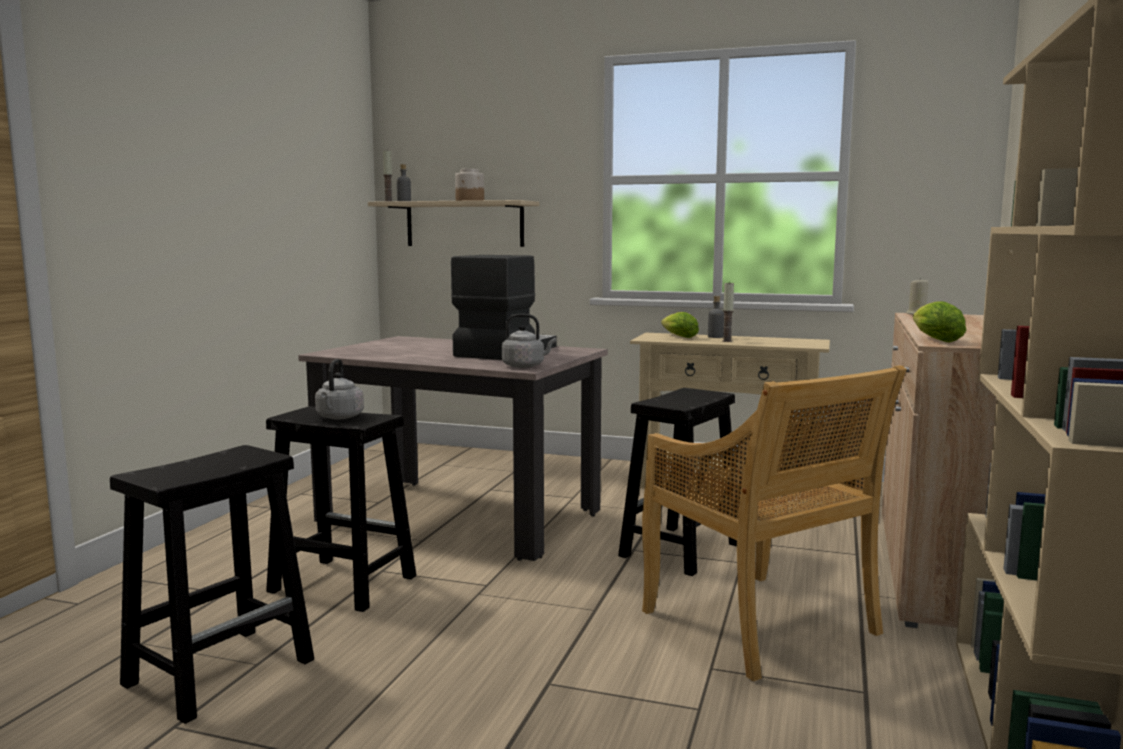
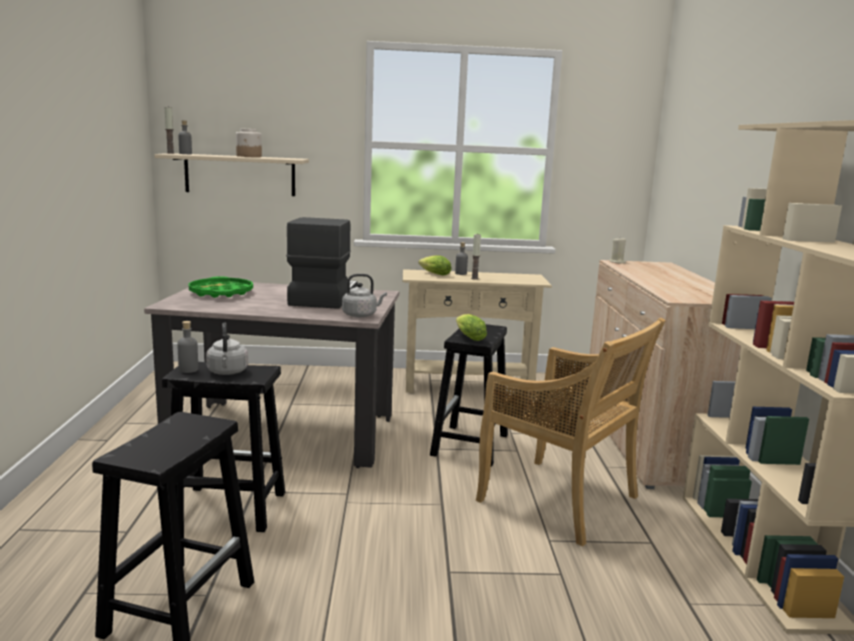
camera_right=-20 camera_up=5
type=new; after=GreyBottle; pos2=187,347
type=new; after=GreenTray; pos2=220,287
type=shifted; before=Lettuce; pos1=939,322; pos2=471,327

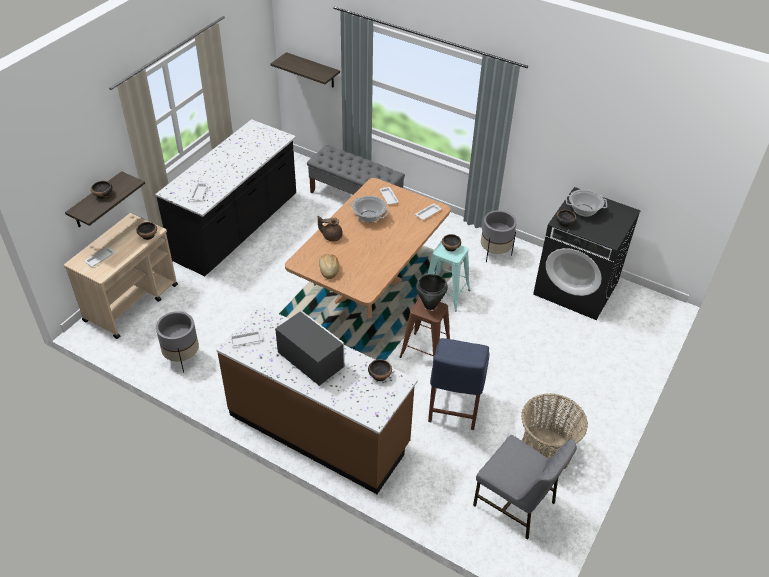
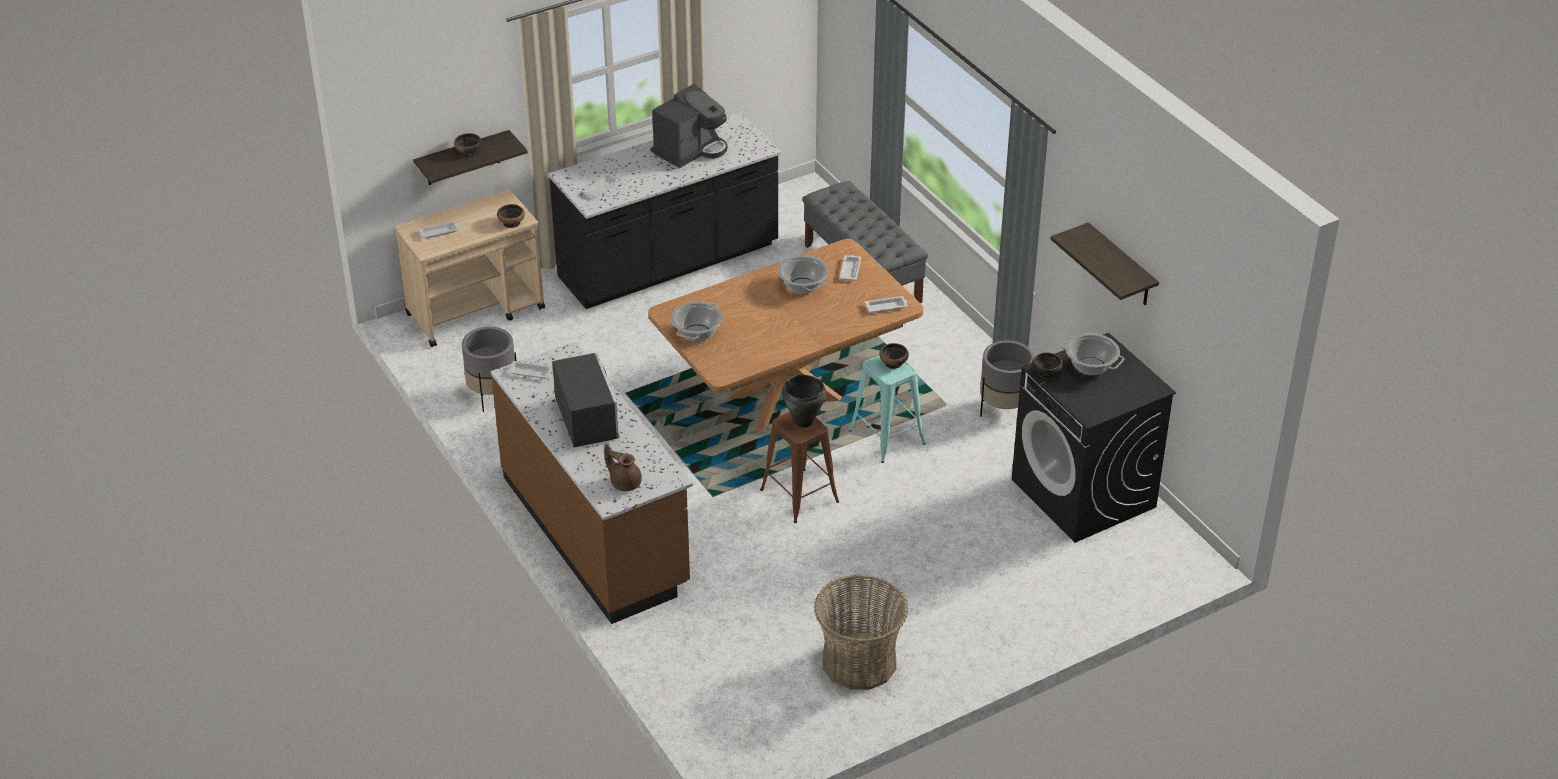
camera_right=30 camera_up=-5
type=gone; before=Bowl; pos1=380,370
type=gone; before=BlueChair; pos1=458,384
type=gone; before=GreyChair; pos1=525,487
type=new; after=CoffeeMachine; pos2=689,126
type=shifted; before=Shelf; pos1=305,70; pos2=1104,263
type=shifted; before=BrownTeapot; pos1=330,228; pos2=623,467
type=swapped; before=Bread; after=CookingPot; pos1=329,266; pos2=697,321

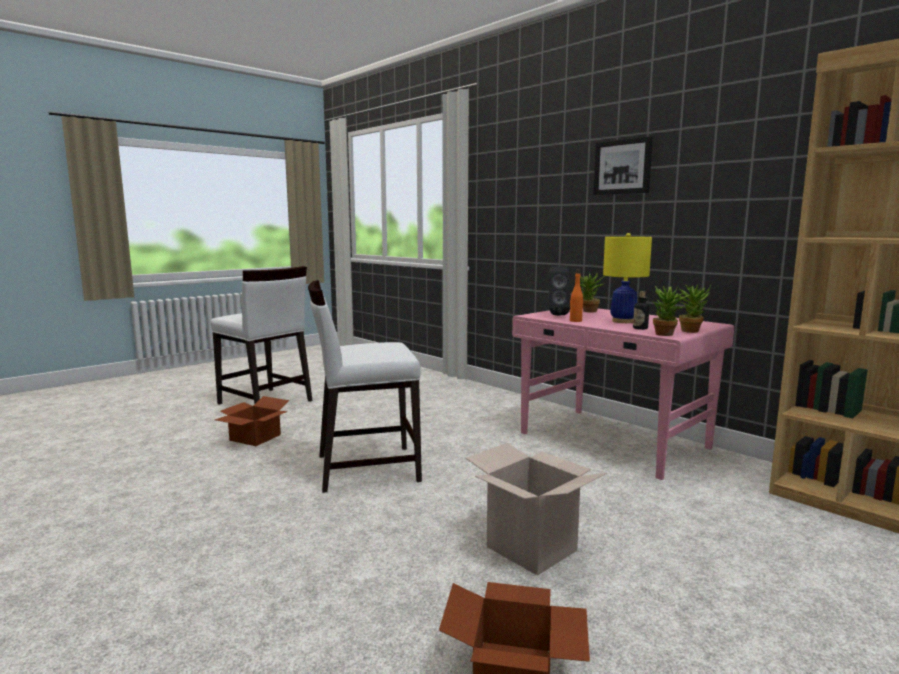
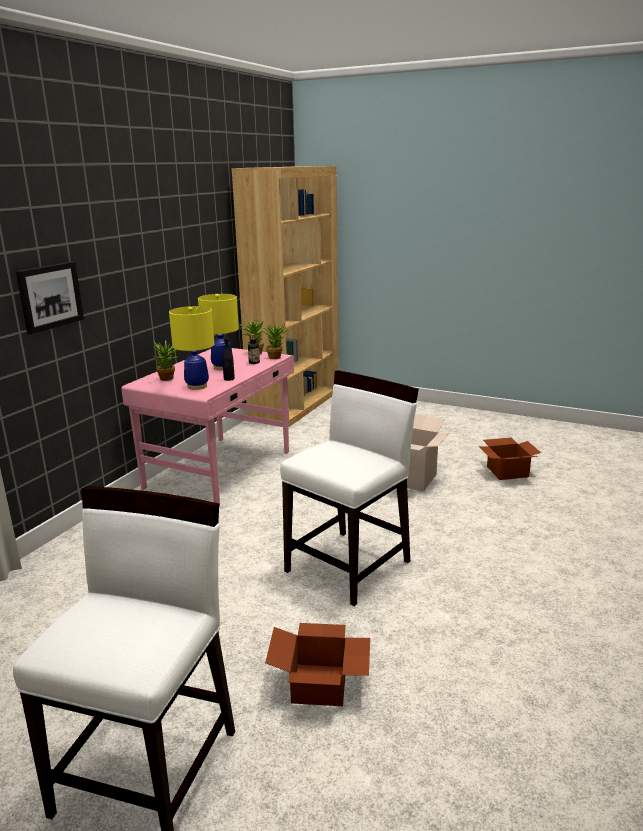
camera_right=-110 camera_up=10
type=shifted; before=Picture; pos1=623,165; pos2=50,297
type=swapped; before=BlackSpeaker; after=YellowTableLamp; pos1=559,291; pos2=191,348
type=repainted; before=OrangeBottle; after=BlackBottle; pos1=576,295; pos2=228,357
type=rotated; before=WhiteChair; pos1=365,386; pos2=349,488; turn=-105

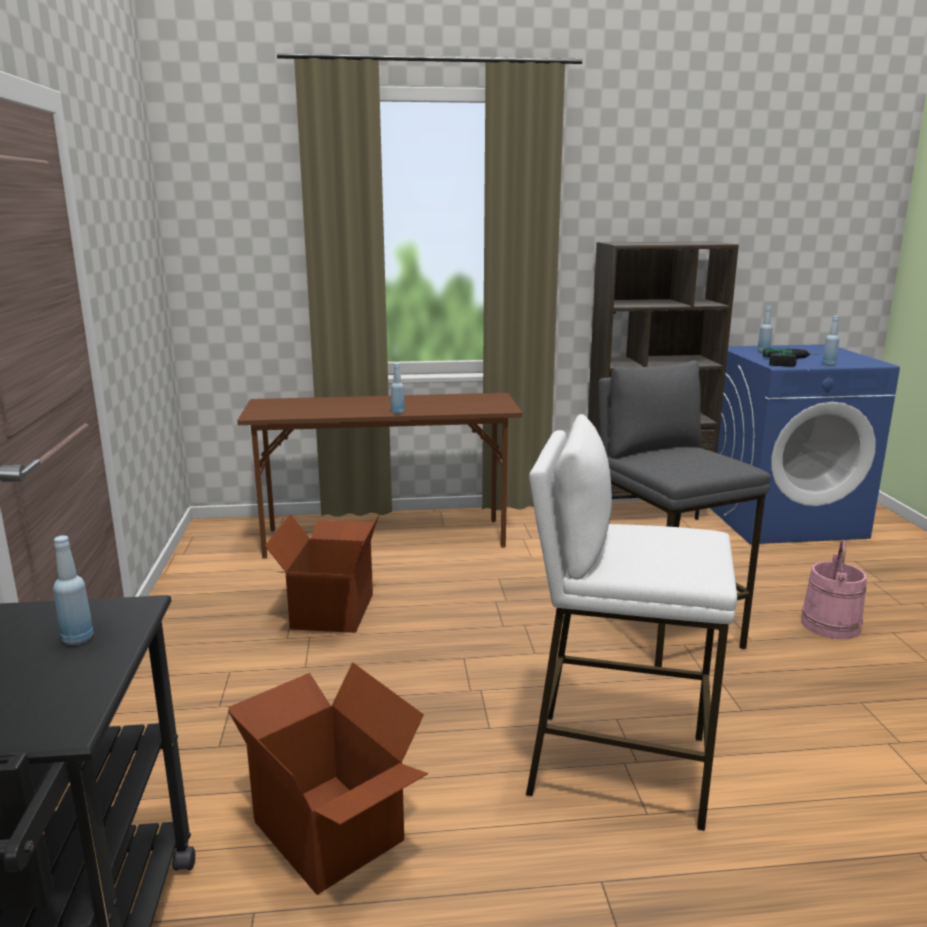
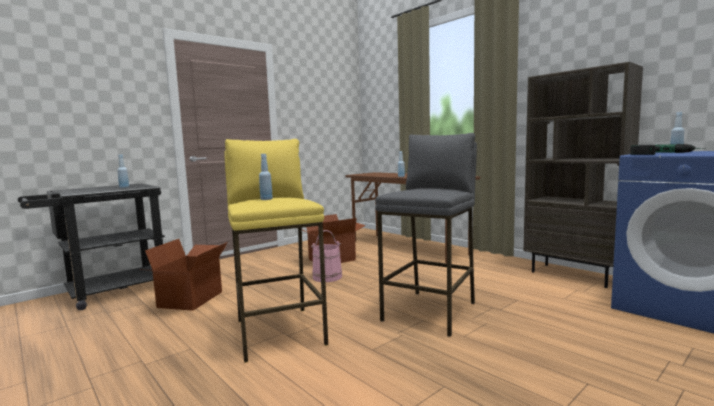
camera_right=55 camera_up=-10
type=shifted; before=PinkBucket; pos1=834,589; pos2=326,256
type=shifted; before=BlueBottle; pos1=830,341; pos2=266,177
type=repainted; before=WhiteStool; after=YellowStool; pos1=631,622; pos2=276,251

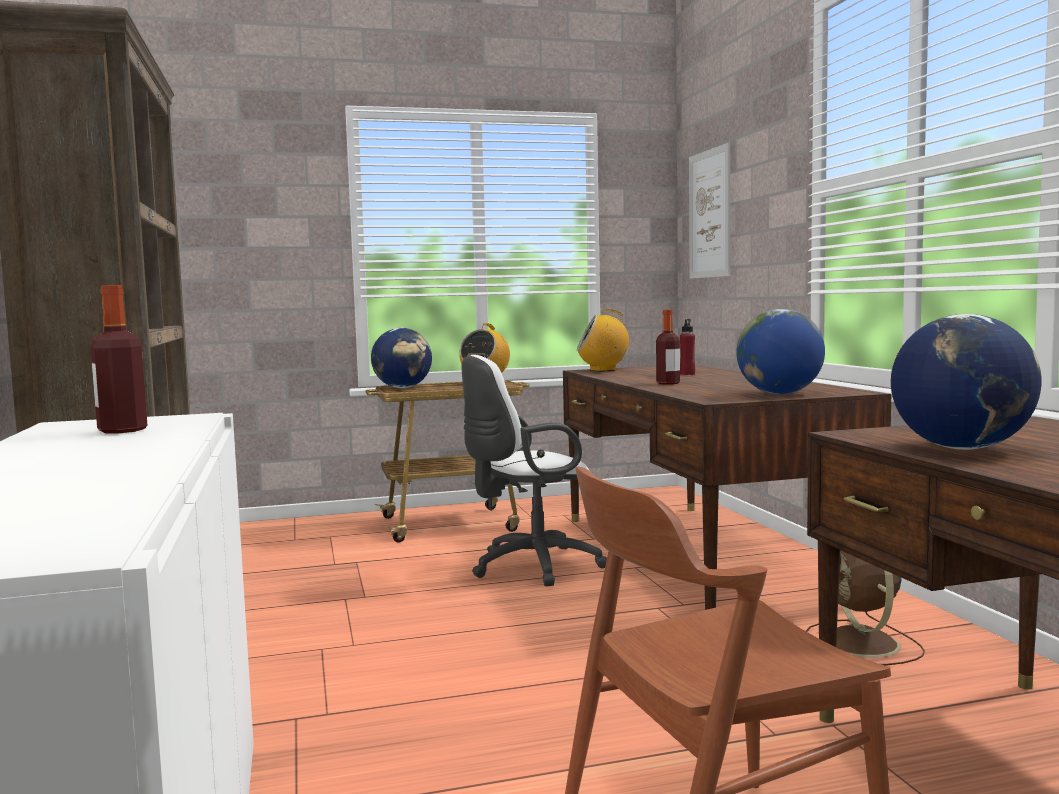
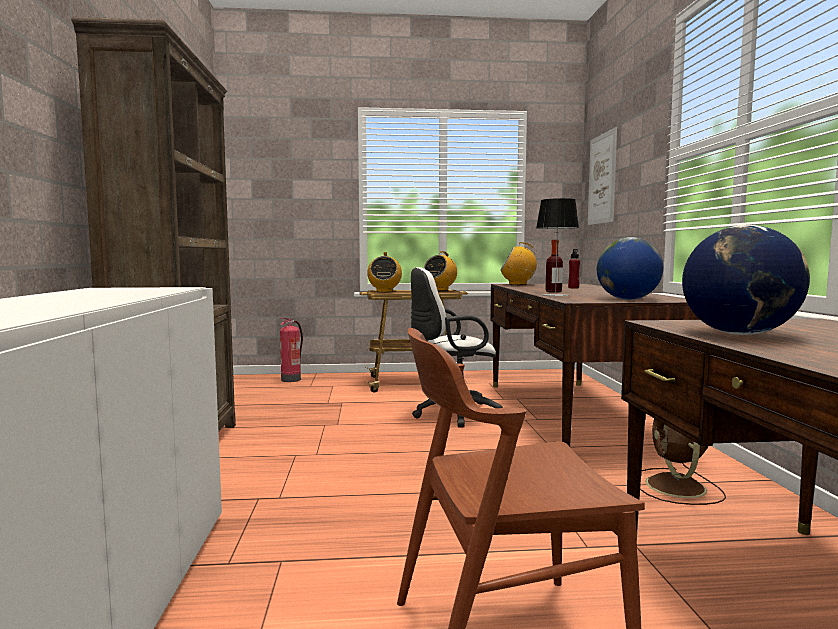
camera_right=10 camera_up=0
type=gone; before=Bottle; pos1=119,359
type=new; after=FireExtinguisher; pos2=291,350
type=new; after=TableLamp; pos2=557,247
type=swapped; before=Globe; after=Radio; pos1=401,358; pos2=384,272

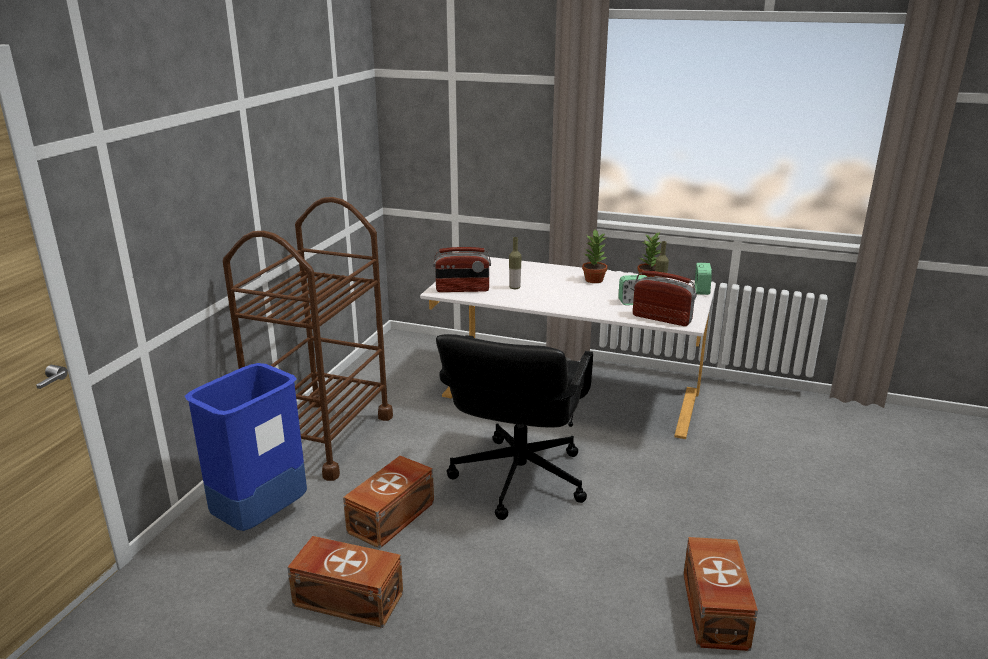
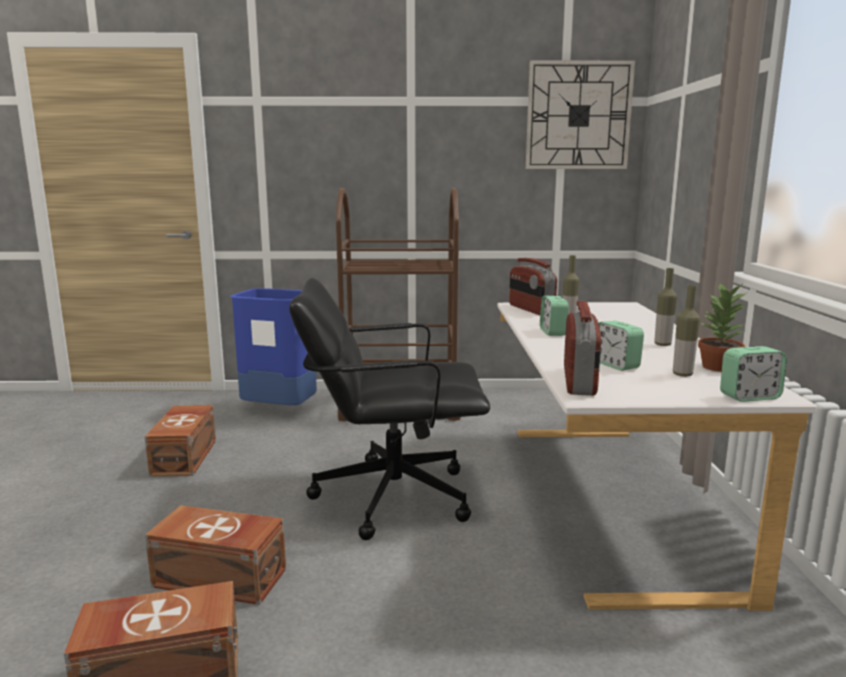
camera_right=70 camera_up=-10
type=new; after=WallClock; pos2=580,114
type=new; after=AlarmClock; pos2=554,316
type=shifted; before=BrownStorageBox; pos1=388,502; pos2=215,555
type=swapped; before=PottedPlant; after=Bottle; pos1=594,256; pos2=665,307

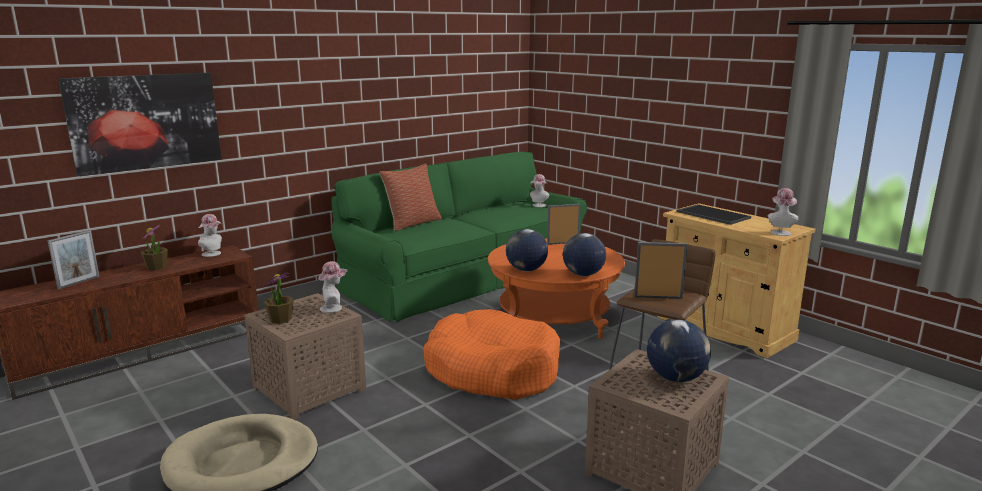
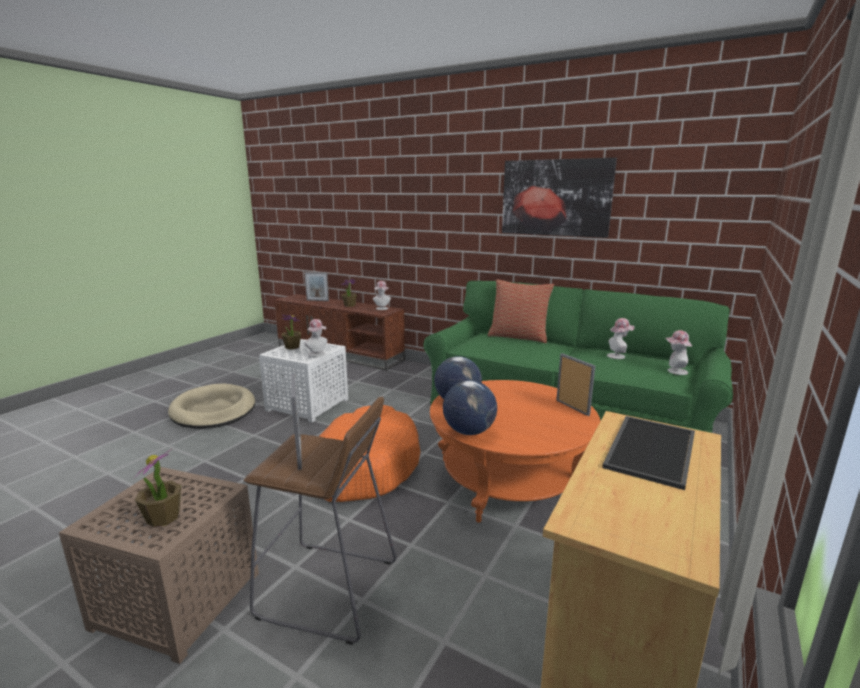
camera_right=70 camera_up=0
type=shifted; before=Picture; pos1=140,124; pos2=559,198
type=shifted; before=Hat; pos1=783,212; pos2=621,338
type=swapped; before=Globe; after=PottedPlant; pos1=679,350; pos2=157,488
type=repainted; before=BrownSideTable; after=WhiteSideTable; pos1=305,356; pos2=303,380

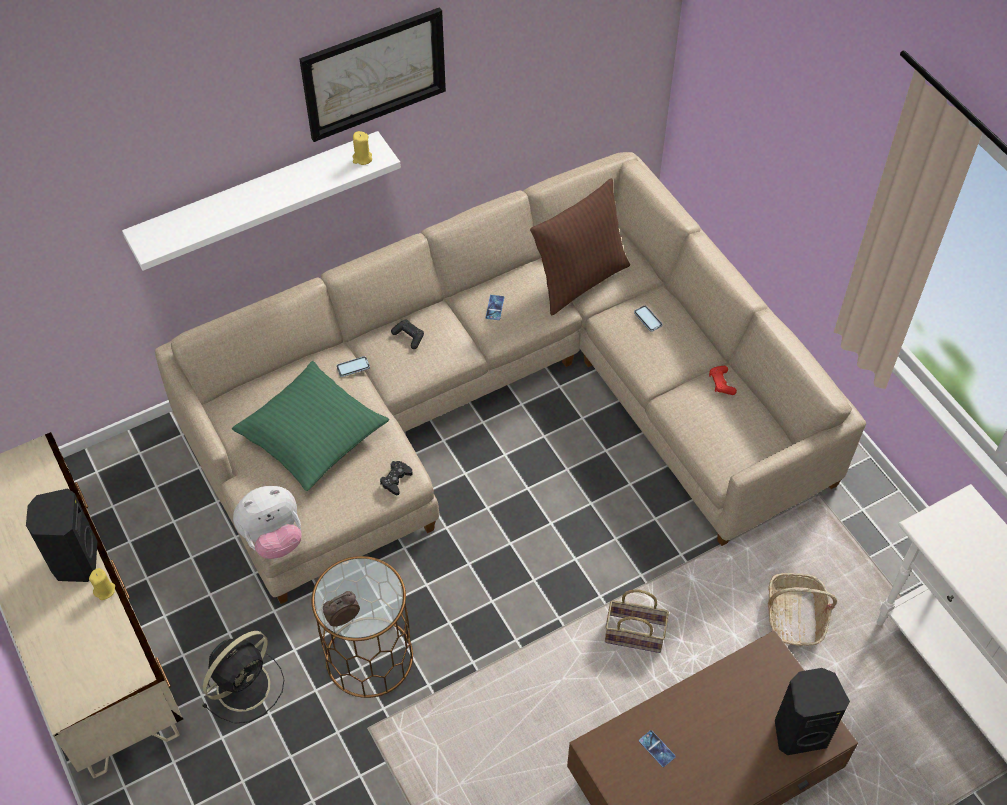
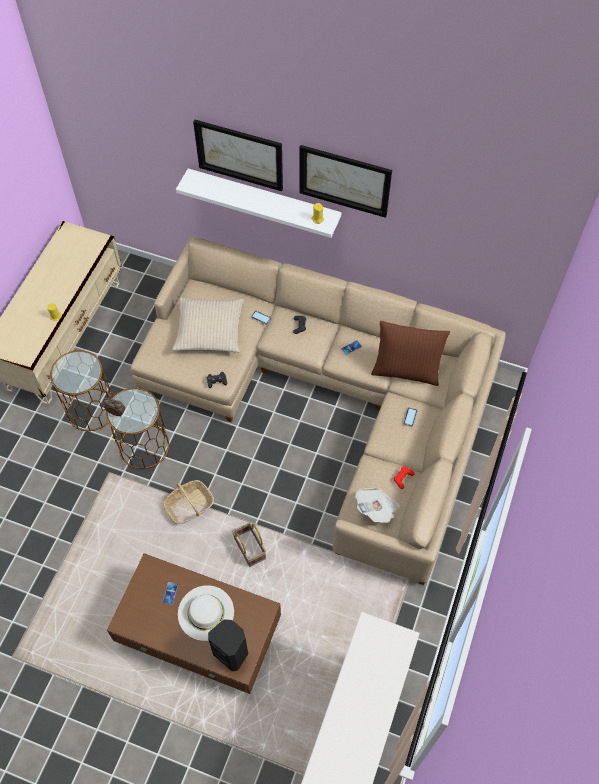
camera_right=50 camera_up=5
type=gone; before=BlackSpeaker; pos1=61,535
type=gone; before=PlushToy; pos1=267,522
type=new; after=WhiteHat; pos2=206,613
type=new; after=Picture; pos2=238,155
type=new; after=Newspaper; pos2=377,505
type=shifted; before=Basket; pos1=802,609; pos2=189,502
type=swapped; before=BlackFan; after=BrownSideTable; pos1=243,677; pos2=81,390
type=repainted; before=GreenPillow; after=BeigePillow; pos1=310,426; pos2=208,325

